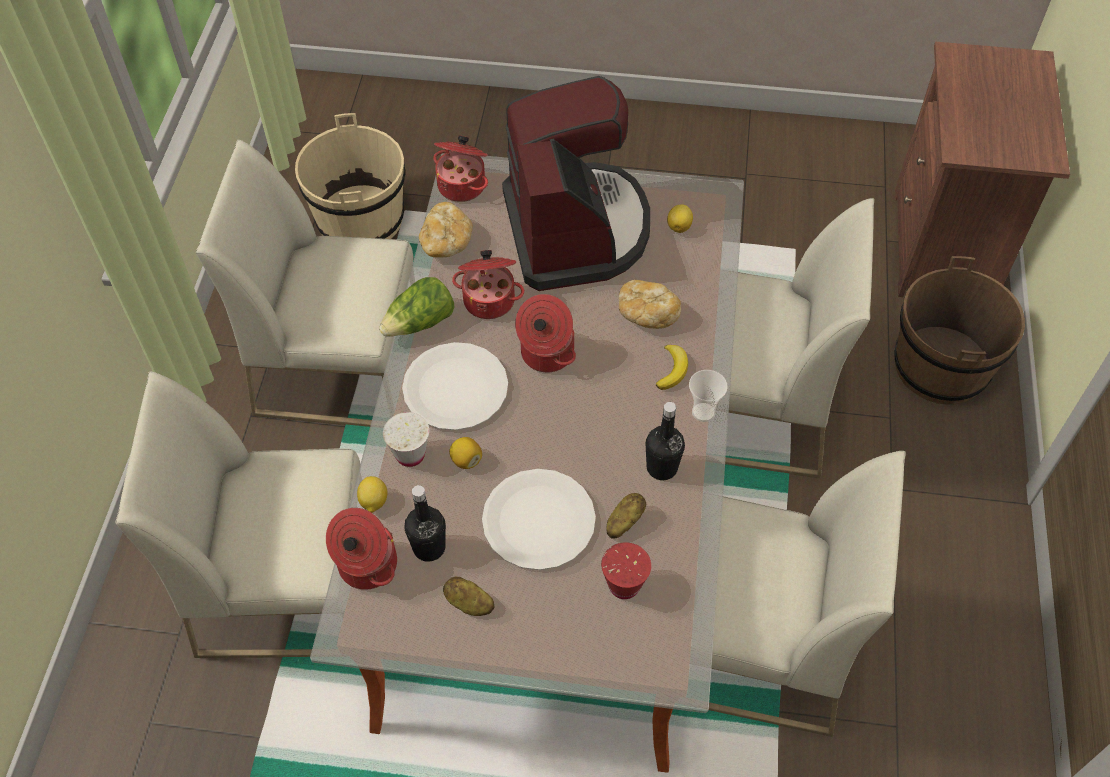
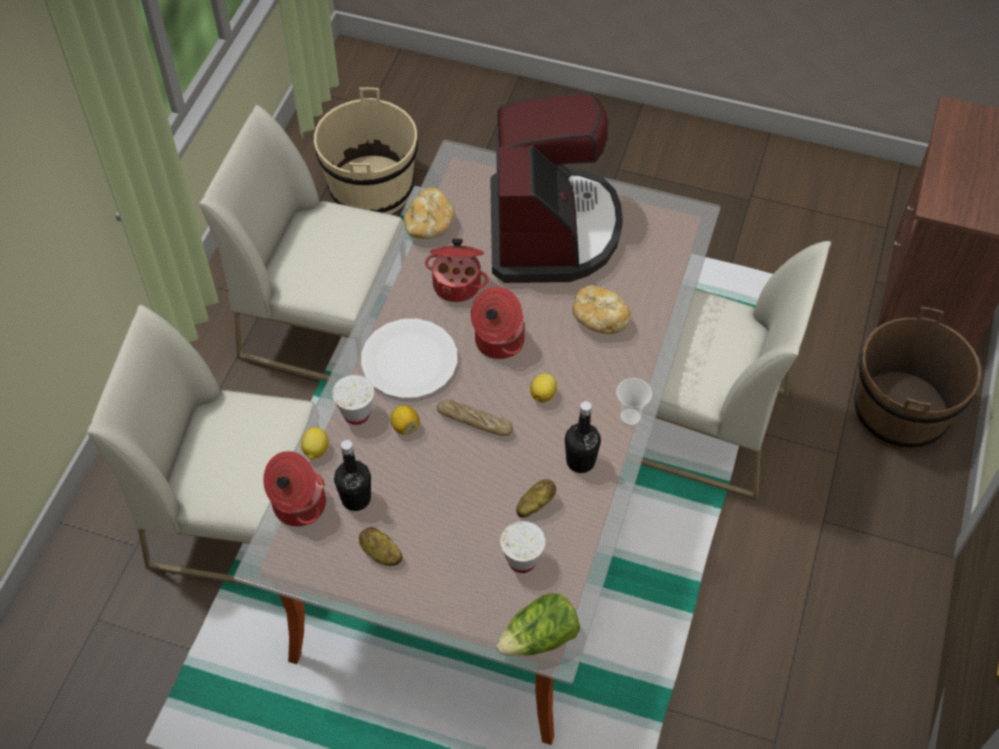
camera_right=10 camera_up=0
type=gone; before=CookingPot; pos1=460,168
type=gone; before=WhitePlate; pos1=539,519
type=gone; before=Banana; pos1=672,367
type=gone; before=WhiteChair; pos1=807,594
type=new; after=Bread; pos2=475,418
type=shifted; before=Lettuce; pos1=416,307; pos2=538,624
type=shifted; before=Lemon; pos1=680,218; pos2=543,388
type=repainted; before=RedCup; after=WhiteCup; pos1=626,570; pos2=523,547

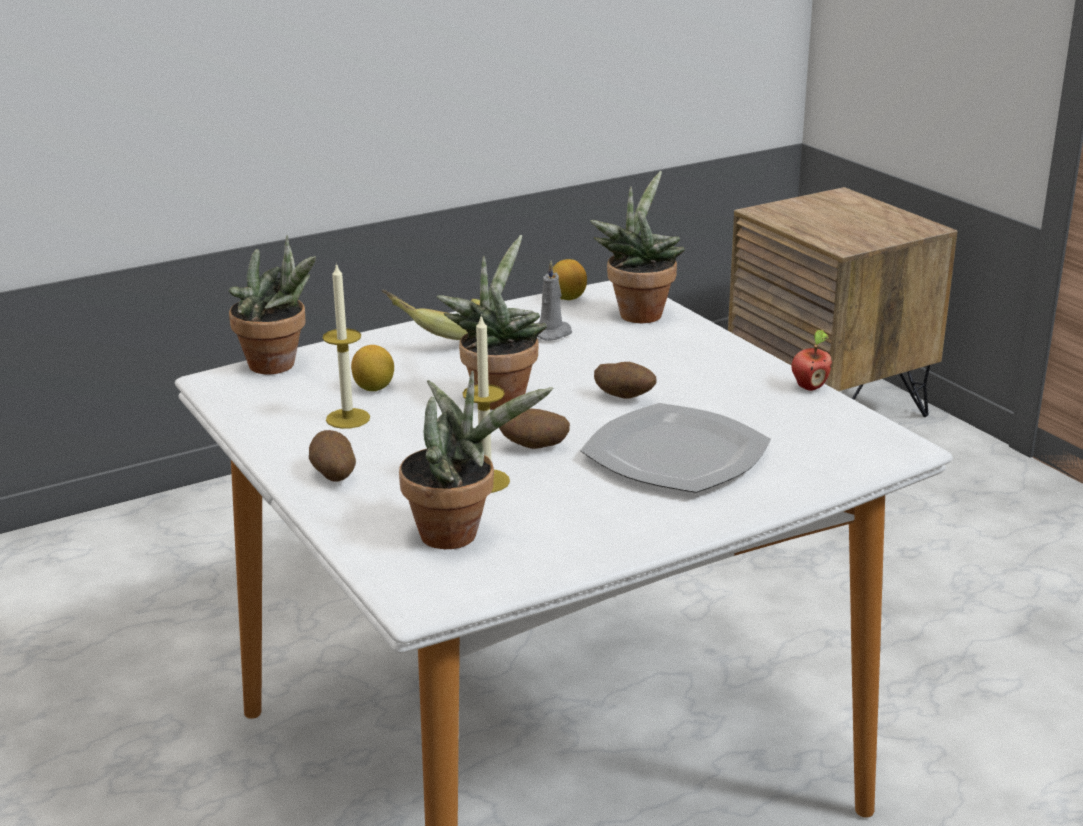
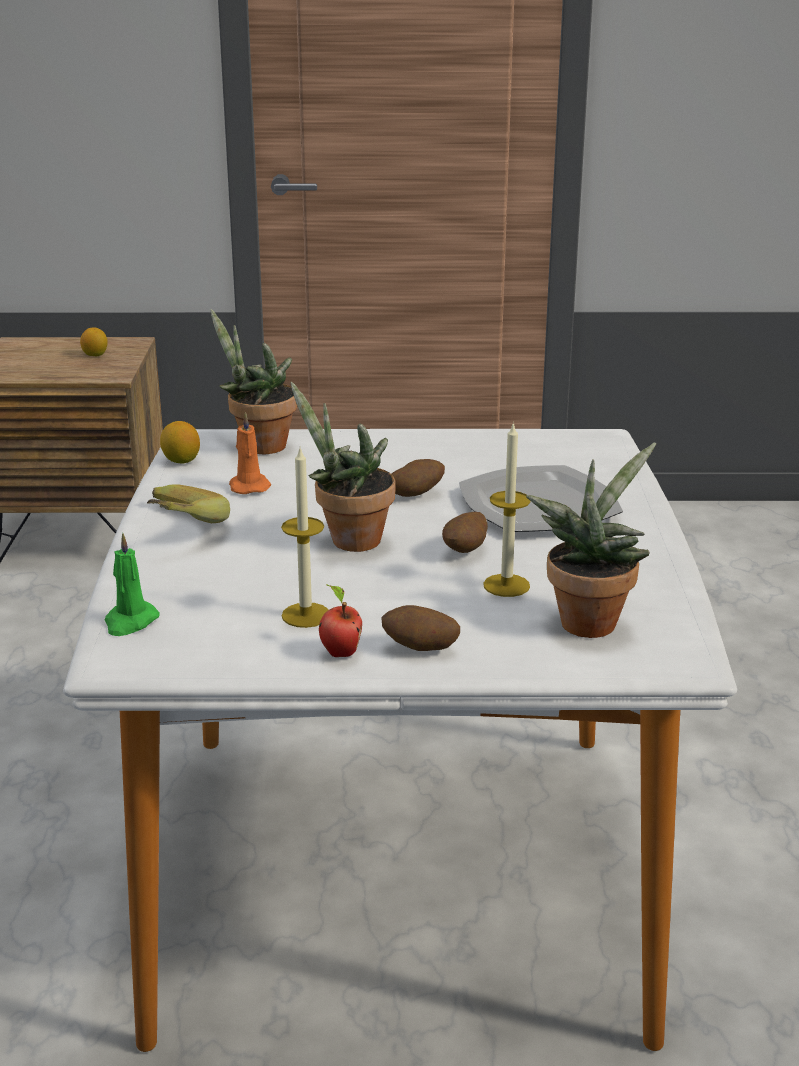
camera_right=-60 camera_up=0
type=shifted; before=Lemon; pos1=372,368; pos2=94,341
type=shifted; before=Apple; pos1=812,360; pos2=340,620
type=swapped; before=PottedPlant; after=GreenCandle; pos1=272,304; pos2=132,584
type=repainted; before=GreyCandle; after=OrangeCandle; pos1=554,301; pos2=250,453

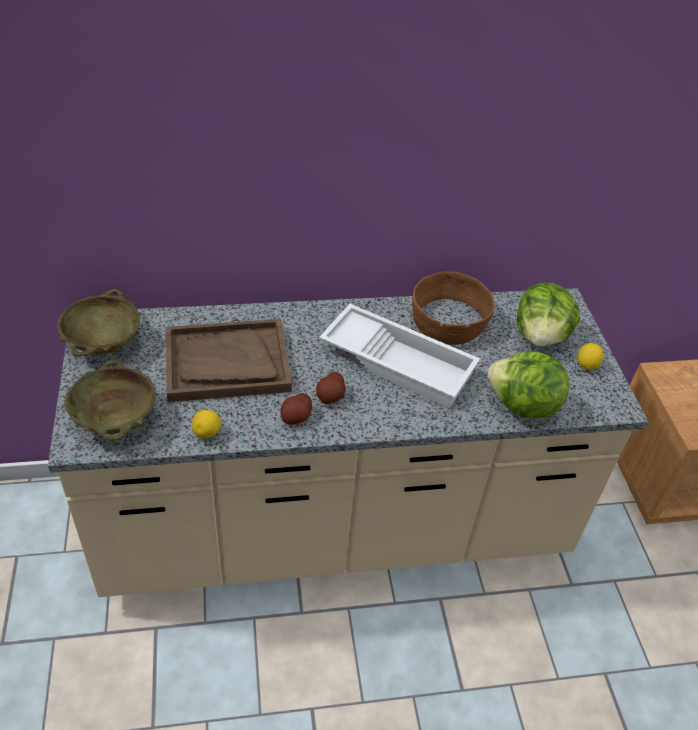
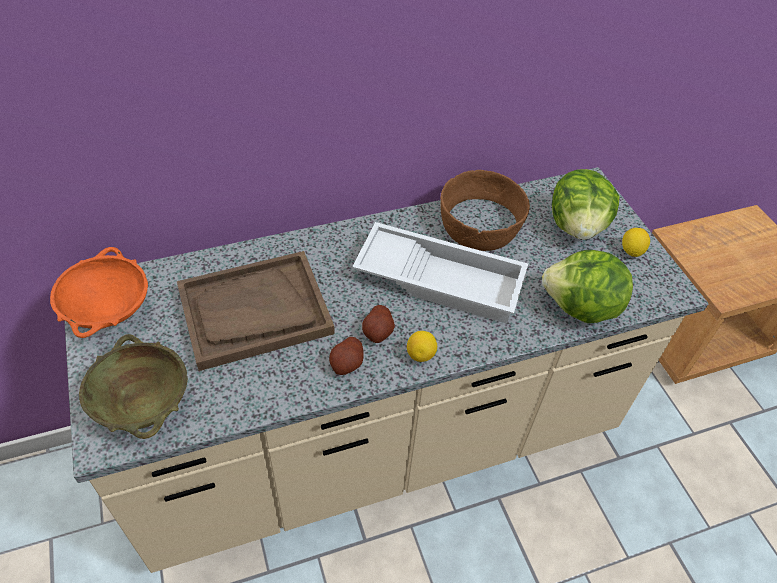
camera_right=-10 camera_up=5
type=shifted; before=Lemon; pos1=206,424; pos2=422,346
type=repainted; before=BeigeBowl; after=OrangeBowl; pos1=98,323; pos2=99,292

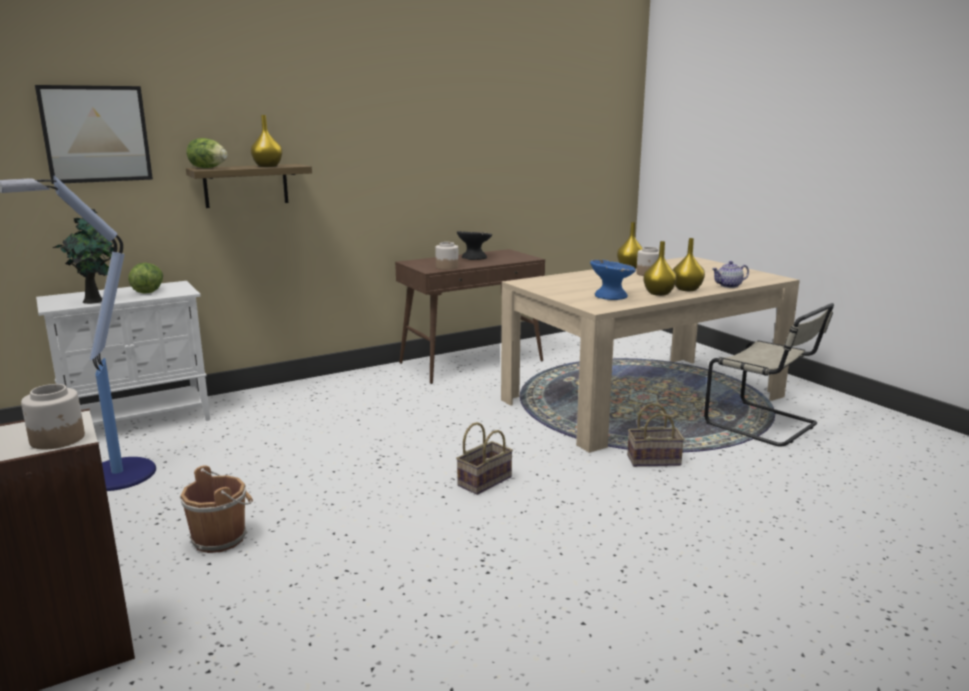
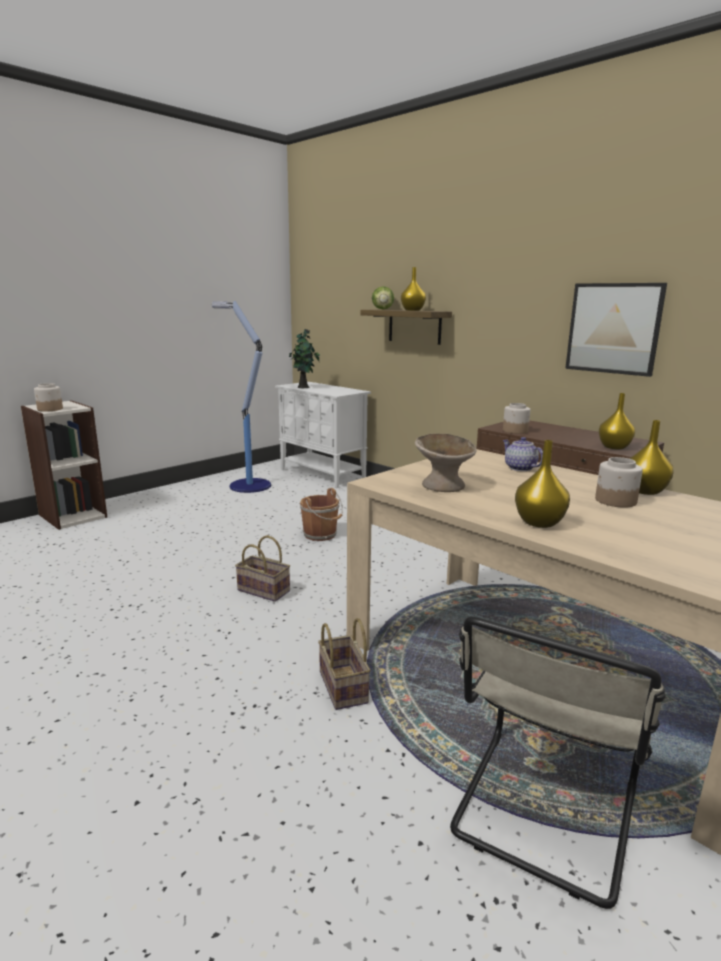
camera_right=75 camera_up=0
type=gone; before=Lettuce; pos1=145,278
type=gone; before=BlackBowl; pos1=474,245
type=shifted; before=Picture; pos1=94,134; pos2=616,330
type=shifted; before=BrownBucket; pos1=216,509; pos2=321,514
type=shifted; before=YellowVase; pos1=660,268; pos2=617,421
type=shifted; before=Teapot; pos1=730,274; pos2=523,454
type=repainted; before=BlueBowl; after=BeigeBowl; pos1=613,280; pos2=446,463

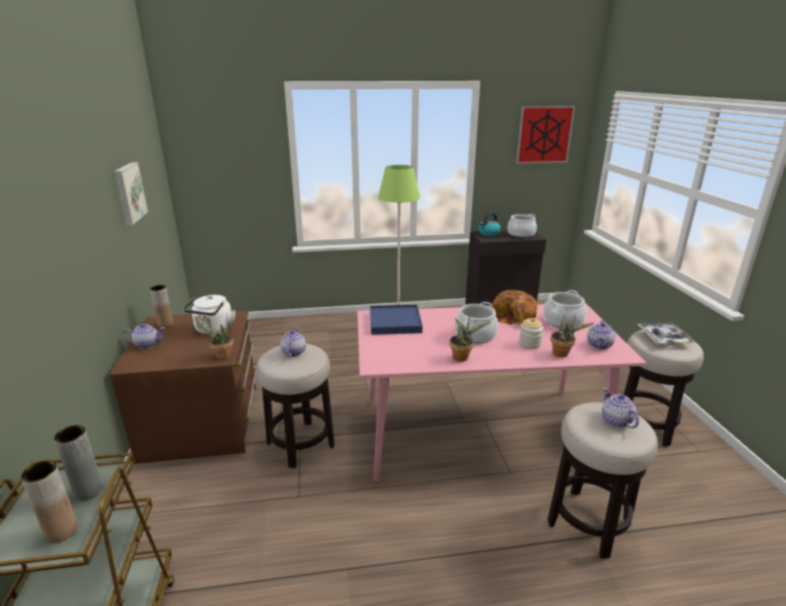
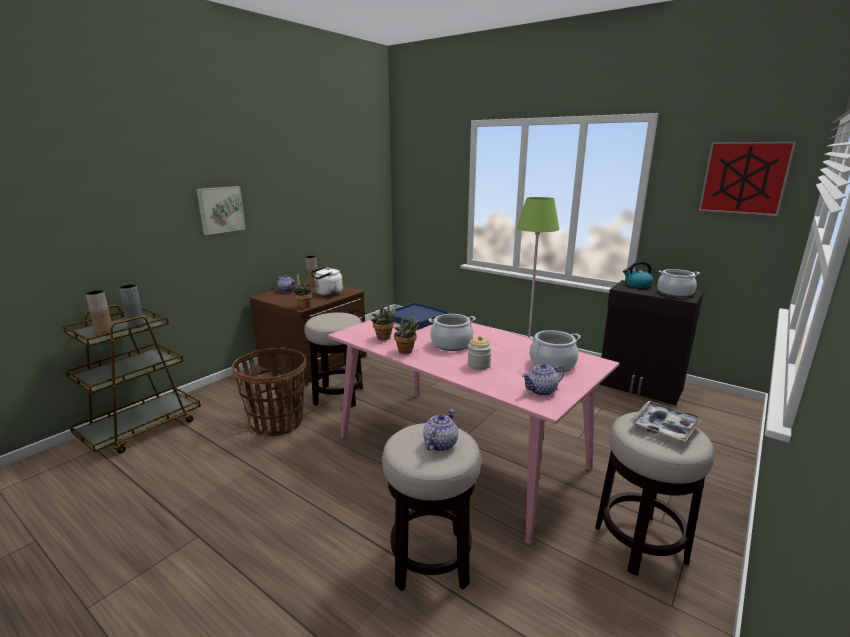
camera_right=45 camera_up=-5
type=gone; before=Teapot; pos1=293,342
type=gone; before=Bread; pos1=514,307
type=new; after=Basket; pos2=269,392
type=shifted; before=Picture; pos1=131,193; pos2=220,210
type=shifted; before=PottedPlant; pos1=573,336; pos2=385,321

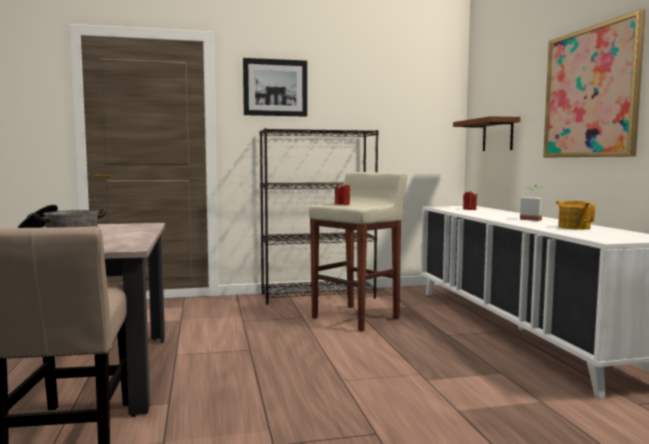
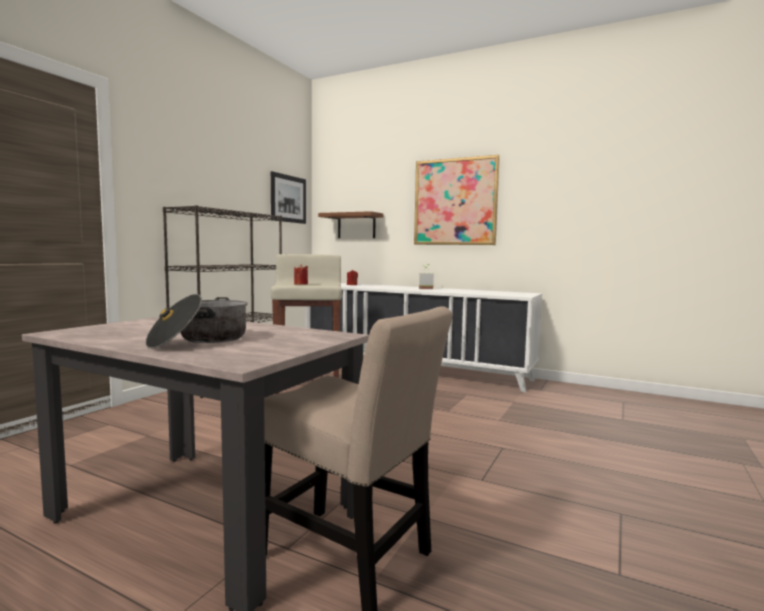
camera_right=-50 camera_up=0
type=gone; before=Teapot; pos1=575,215
type=shifted; before=Picture; pos1=275,87; pos2=288,197

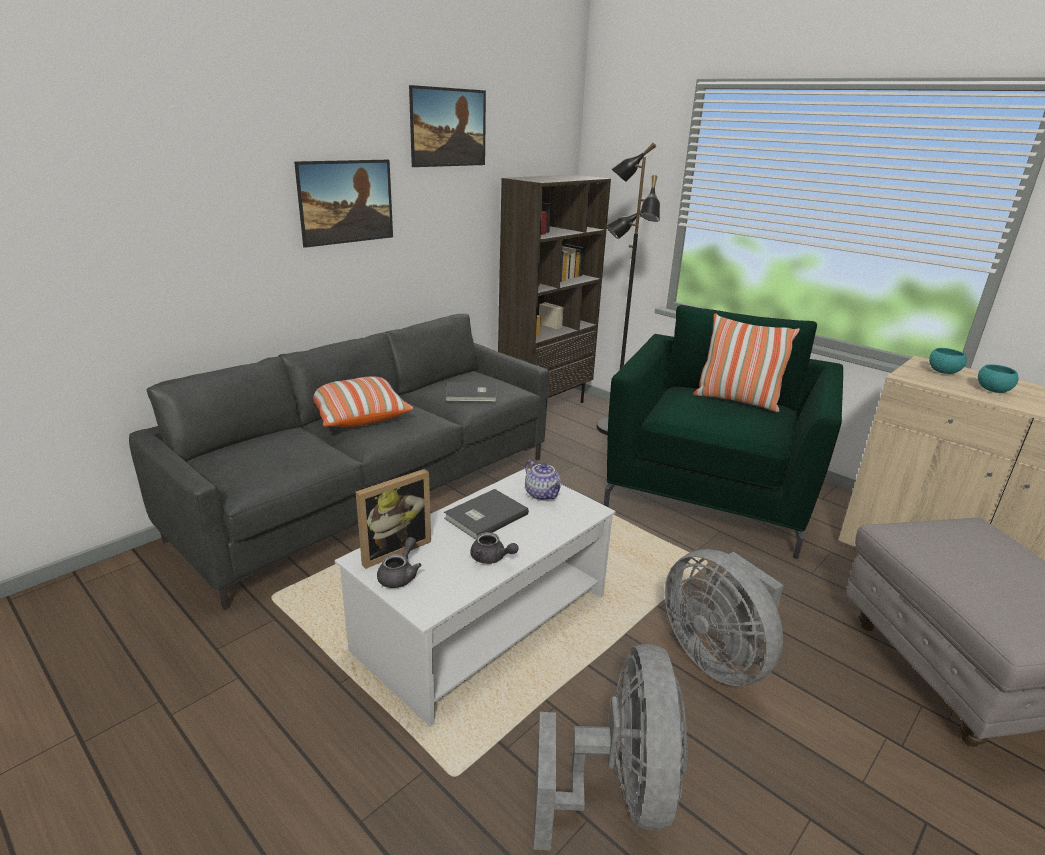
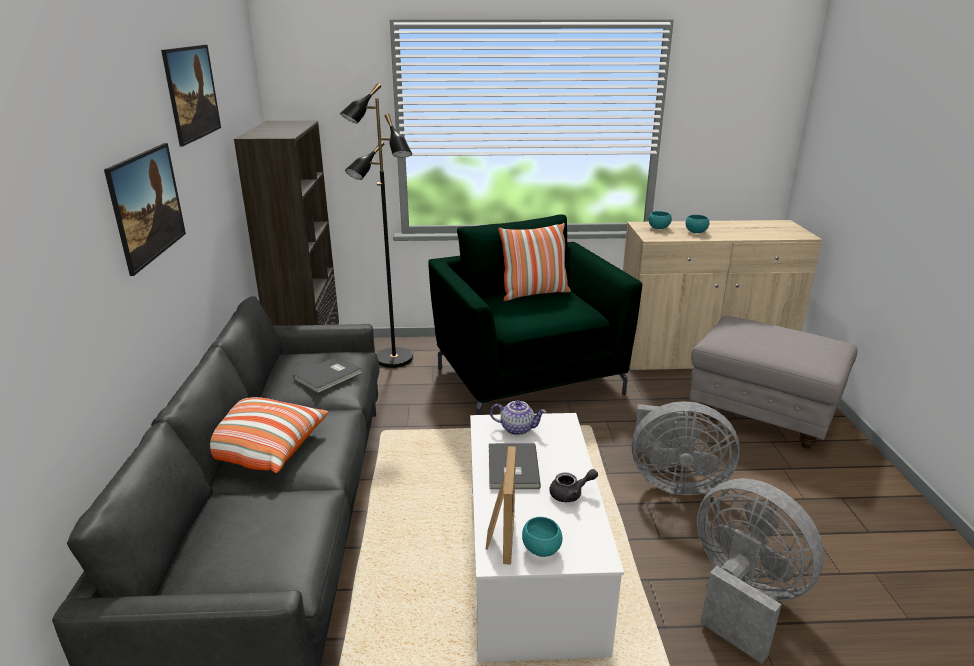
camera_right=-45 camera_up=0
type=swapped; before=GreyTeapot; after=TurquoiseBowl; pos1=399,562; pos2=542,537

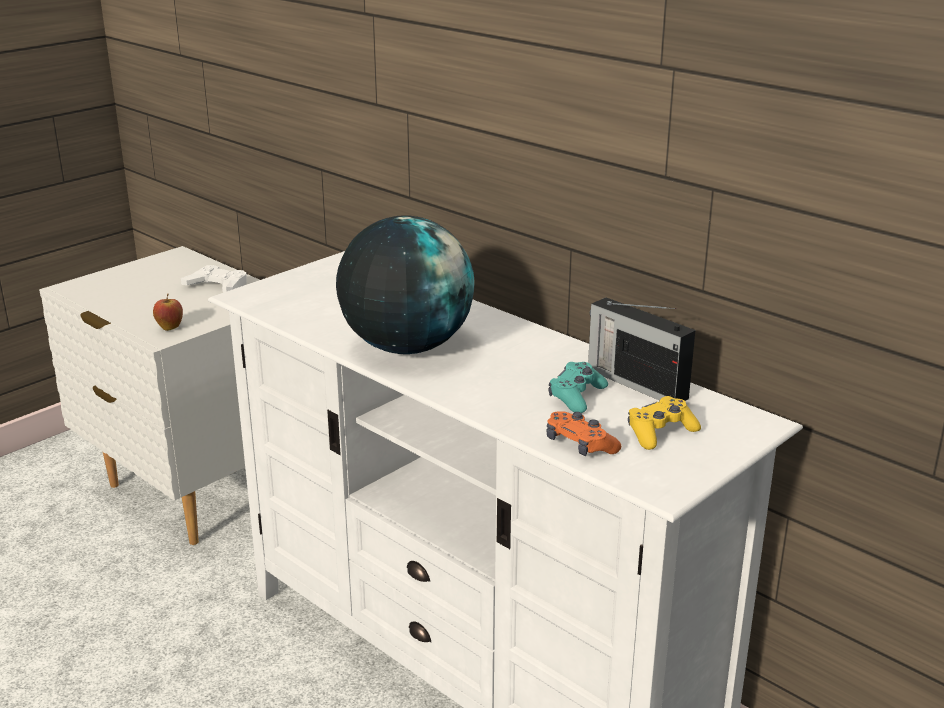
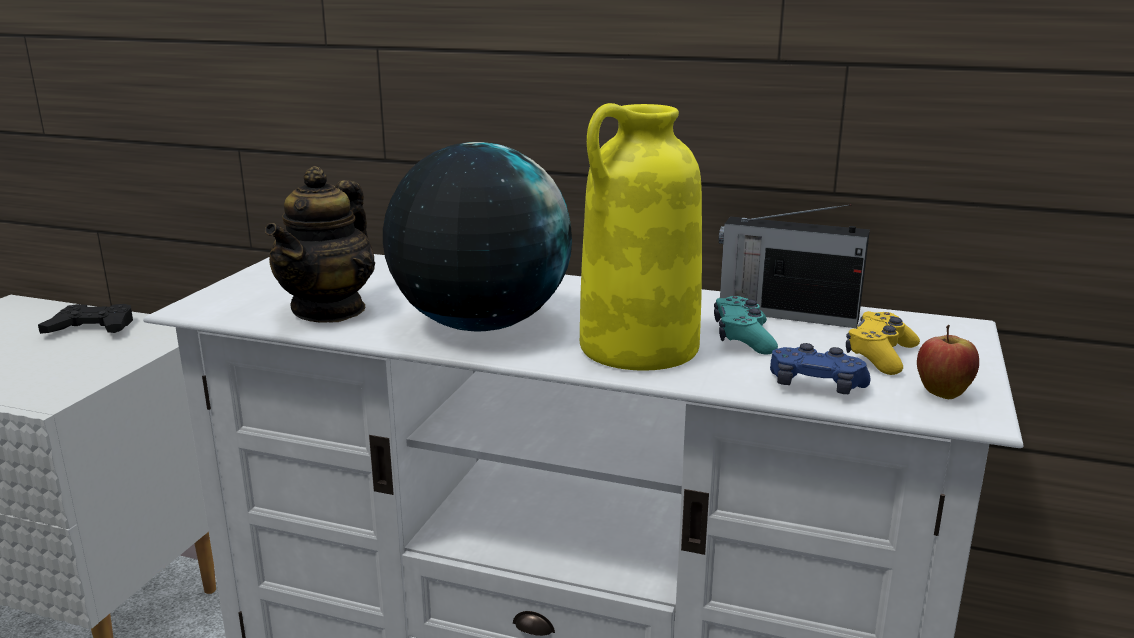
camera_right=-25 camera_up=-5
type=new; after=Teapot; pos2=320,244
type=new; after=YellowVase; pos2=641,237
type=shifted; before=Apple; pos1=168,312; pos2=948,362
type=repainted; before=WhiteGameController; after=BlackGameController; pos1=214,278; pos2=85,319
type=repainted; before=OrangeGameController; after=BlueGameController; pos1=583,434; pos2=820,368

